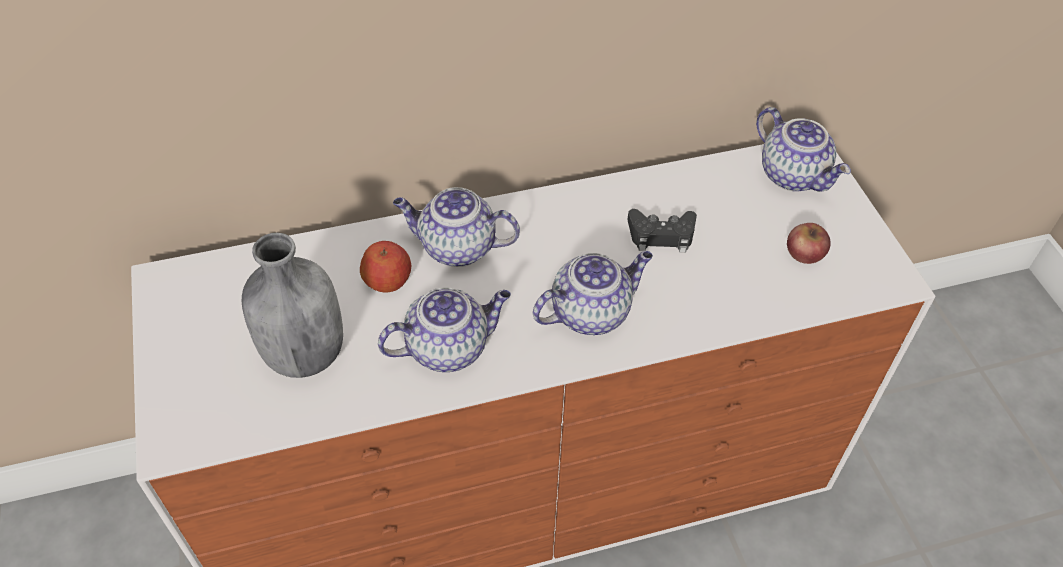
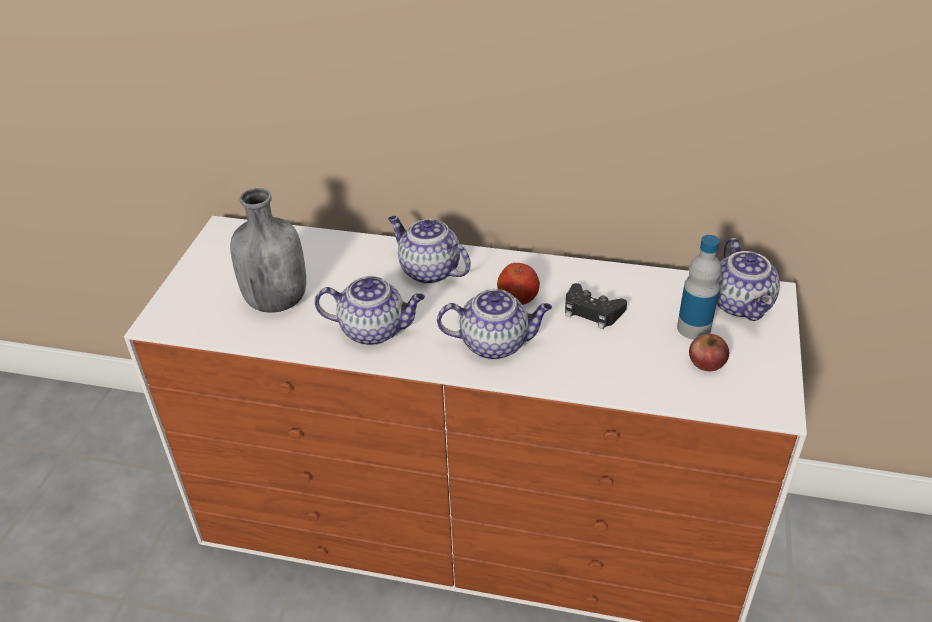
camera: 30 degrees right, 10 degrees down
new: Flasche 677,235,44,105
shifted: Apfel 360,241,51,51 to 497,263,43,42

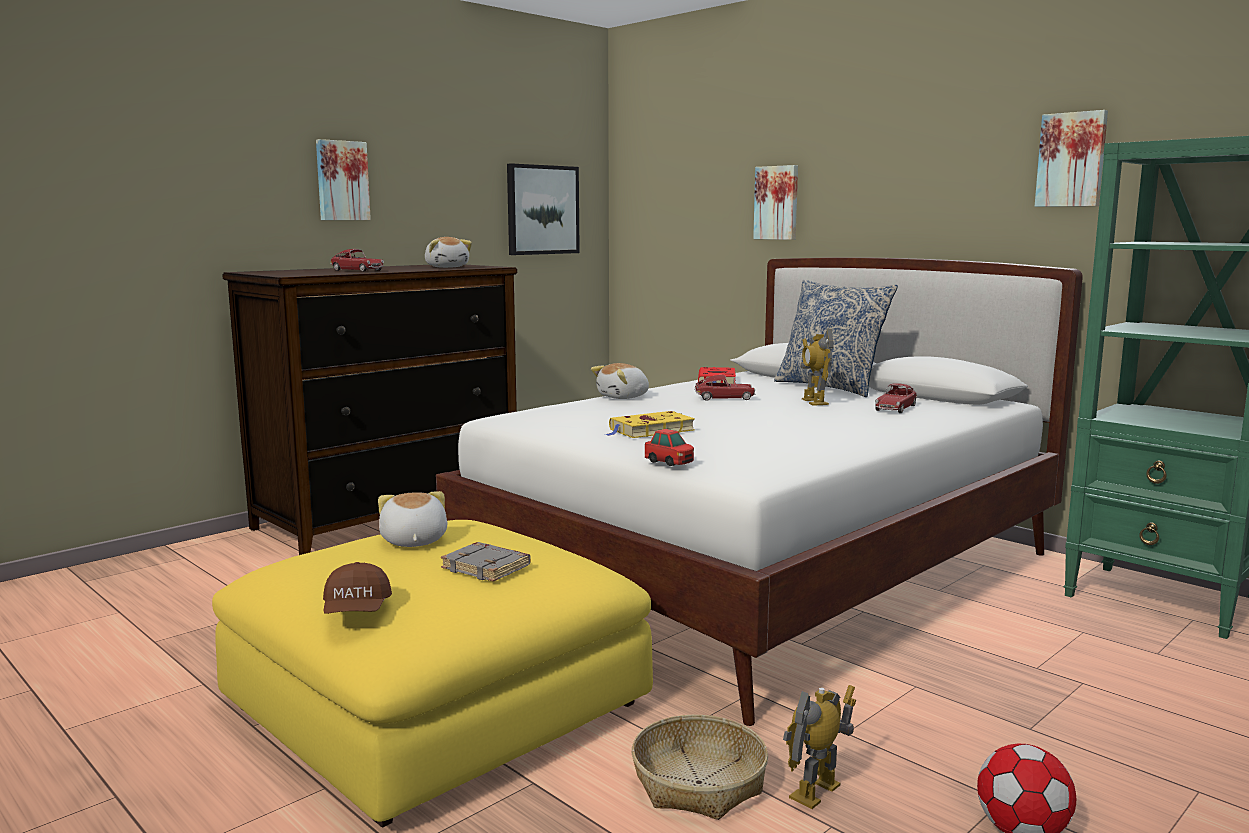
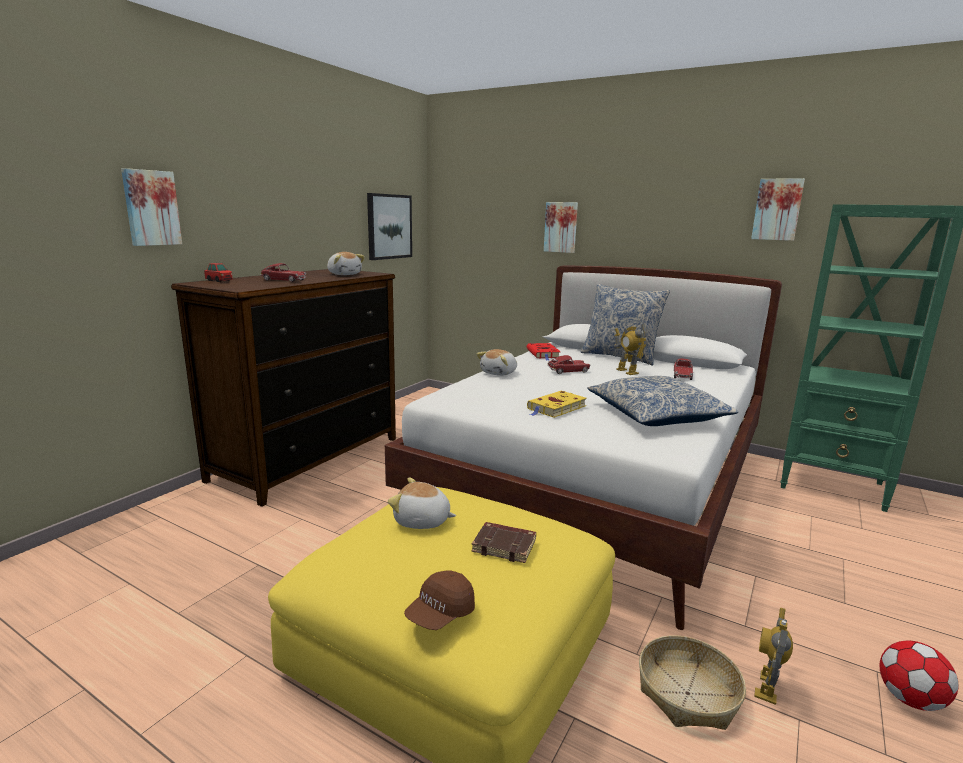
camera: 15 degrees left, 5 degrees up
new: Kissen 587,376,151,50
shifted: Bild 316,139,55,81 to 121,168,61,78; Spielzeugauto 645,429,49,37 to 204,263,29,19
repainted: Buch (grau) 441,542,90,40 to Buch (braun) 471,522,65,41
rotated: Plüschtier 378,491,69,56 = 388,478,68,51 45 degrees counterclockwise; Kappe (braun) 323,562,69,52 = 404,570,71,60 60 degrees clockwise

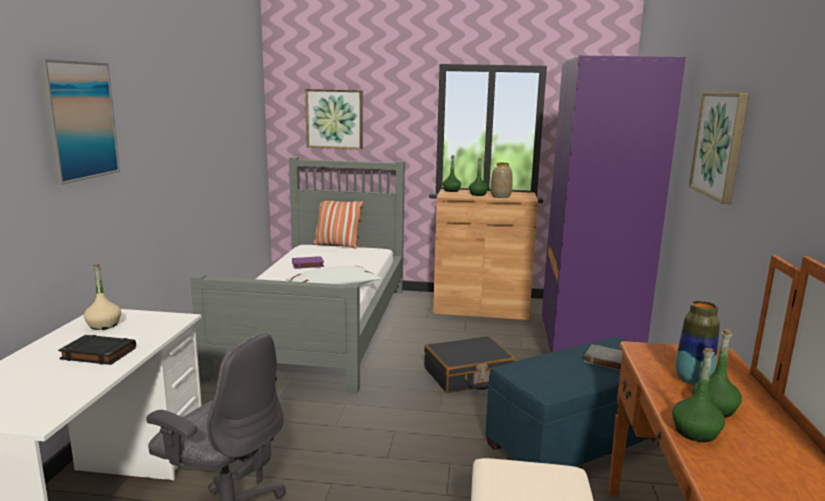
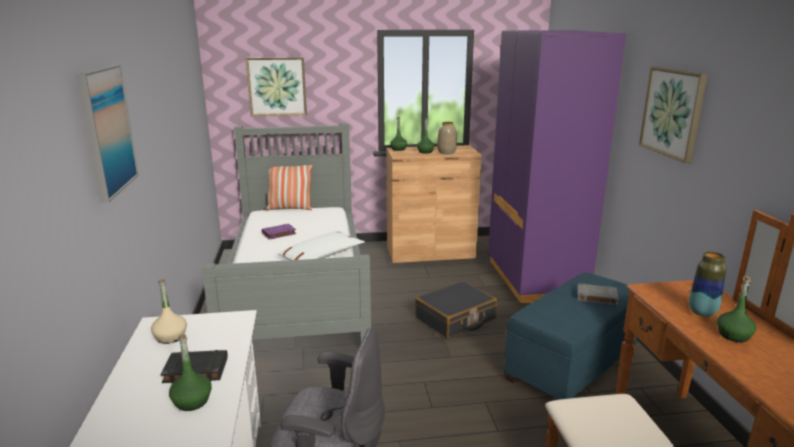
camera: 15 degrees left, 5 degrees up
shifted: Flasche (grün) 672,348,53,94 to 169,334,43,77

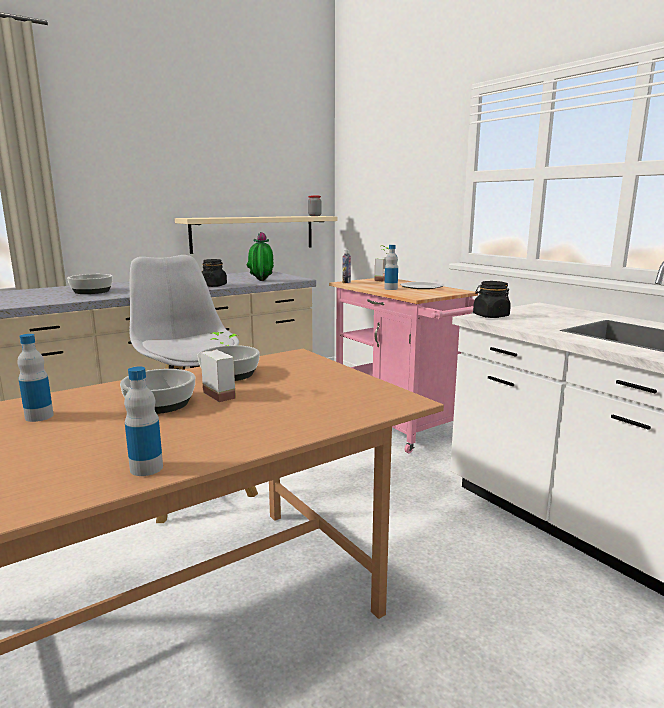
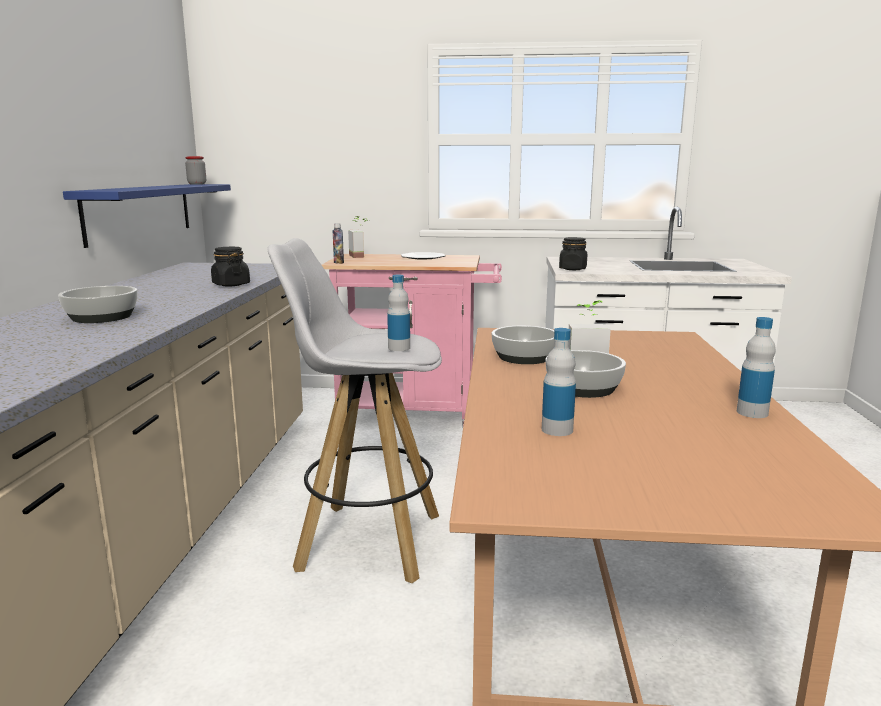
camera: 50 degrees left, 0 degrees up
gone: Topfpflanze 246,232,28,49
shifted: Flasche 384,245,14,45 to 387,275,23,76
repainted: Wandregal (beige) 175,216,163,38 to Wandregal (blau) 63,184,168,64

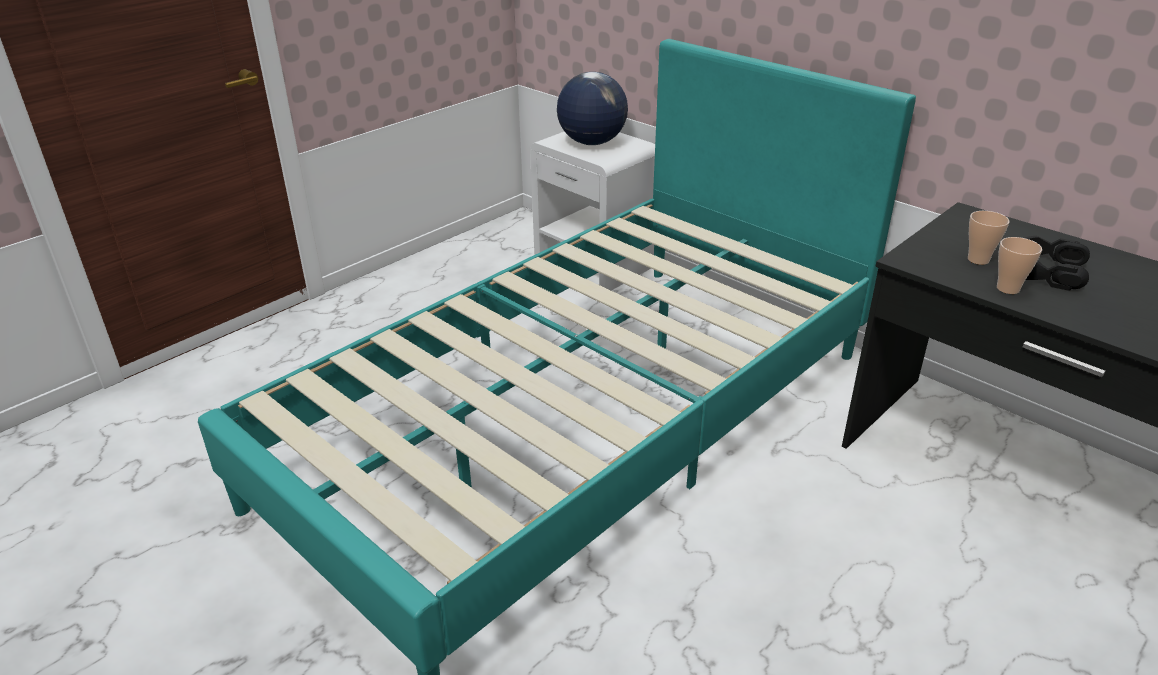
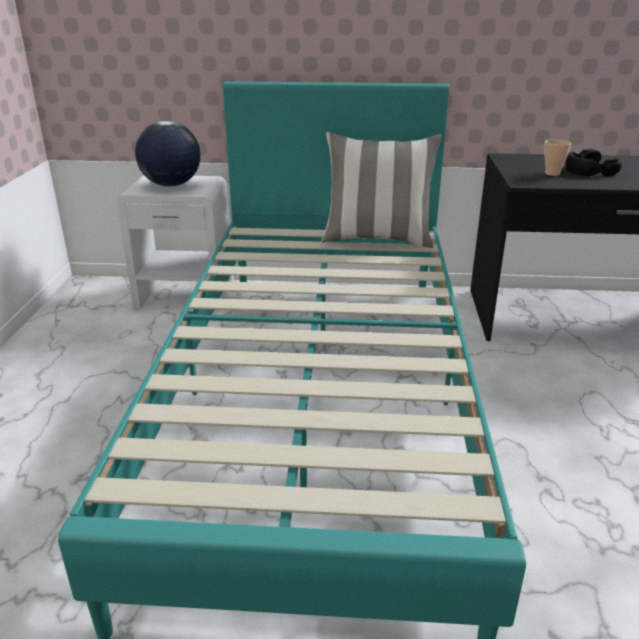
camera: 40 degrees left, 5 degrees down
gone: Tasse 997,237,45,57
new: Kissen 321,132,120,116

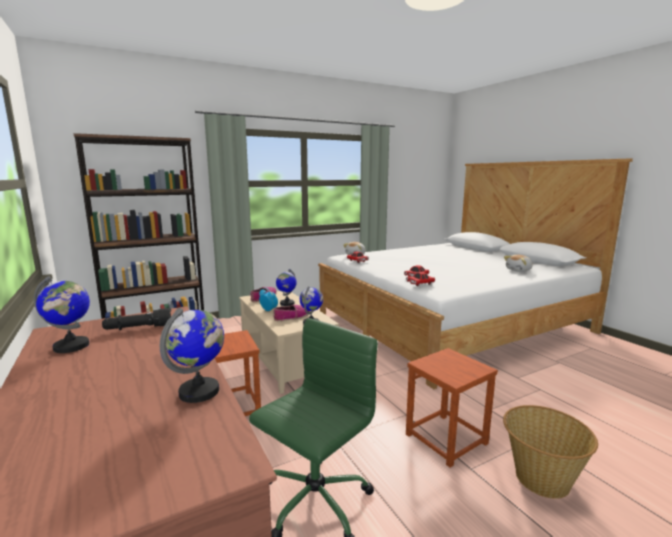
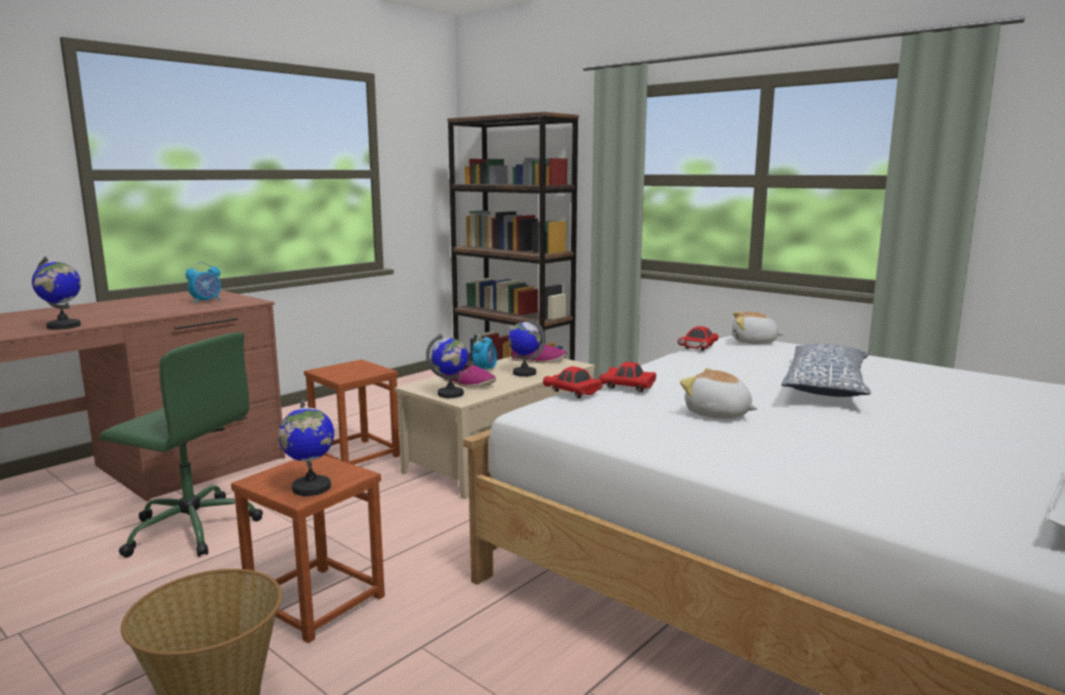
camera: 70 degrees right, 0 degrees up
new: Kissen 782,344,89,53
shifted: Globus 34,276,56,77 to 278,399,56,97; Plüschtier 504,255,29,17 to 680,368,78,51
swapped: Taschenlampe (schwarz) 102,308,69,22 to Wecker 185,262,36,42

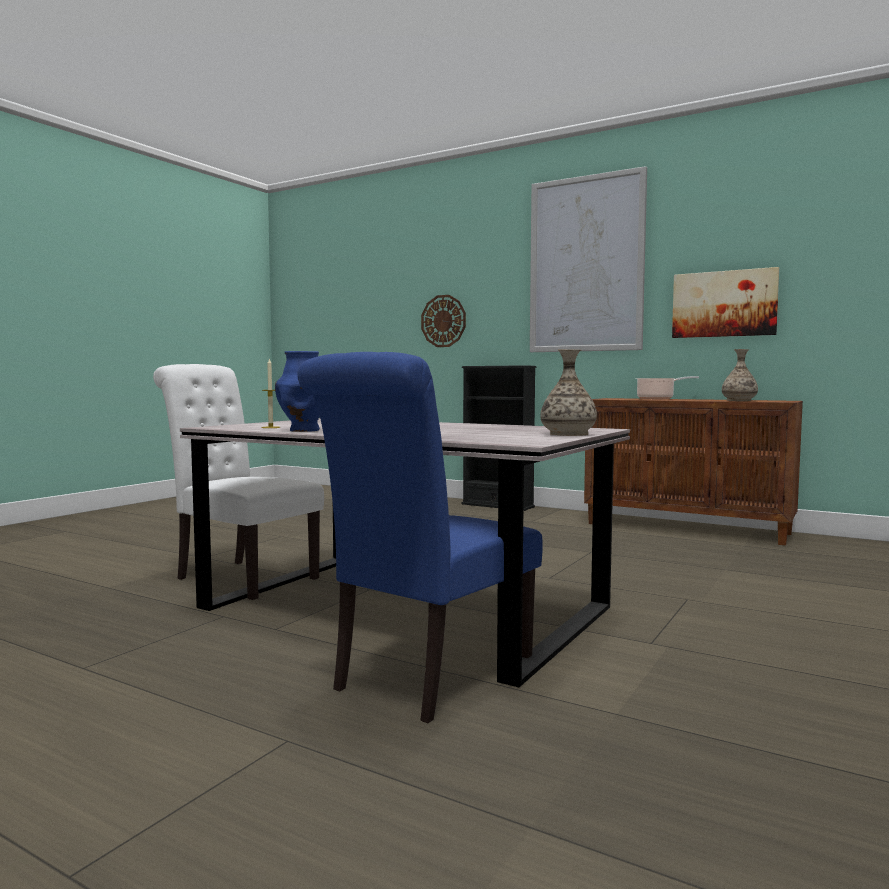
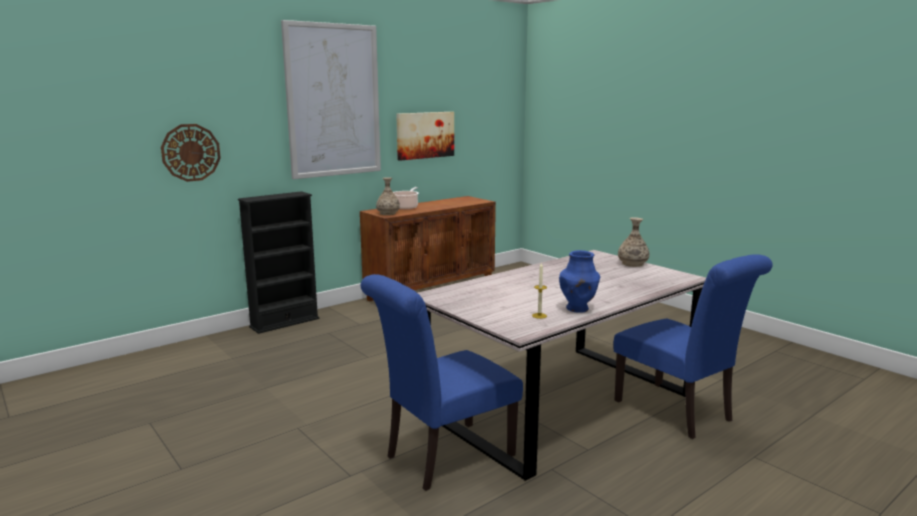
camera: 70 degrees left, 10 degrees up
shifted: Vase 722,349,36,52 to 376,177,24,38
repainted: Stuhl (weiß) 153,364,171,236 to Stuhl (blau) 361,274,162,217

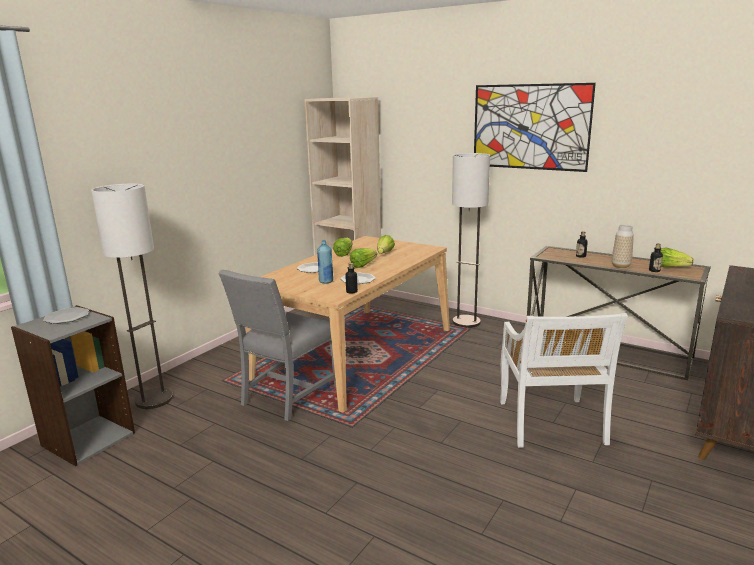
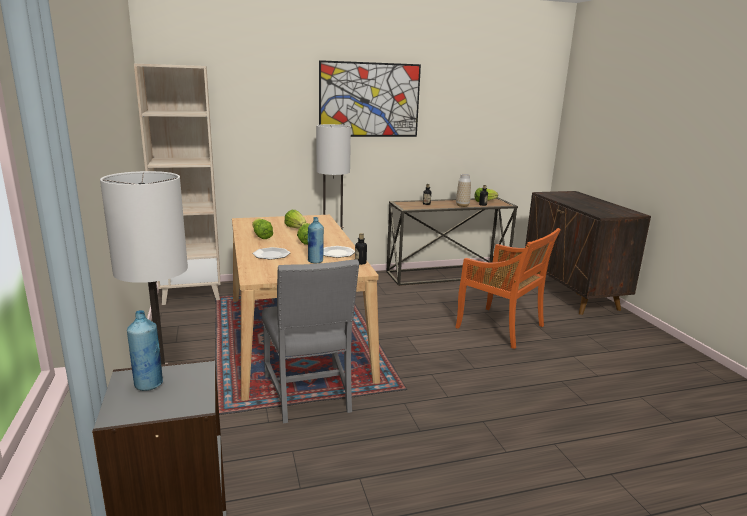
camera: 50 degrees left, 0 degrees up
swapped: Teller 43,307,46,17 to Flasche (blau) 127,310,36,81
repainted: Stuhl (weiß) 500,313,128,135 to Stuhl (orange) 455,228,106,121

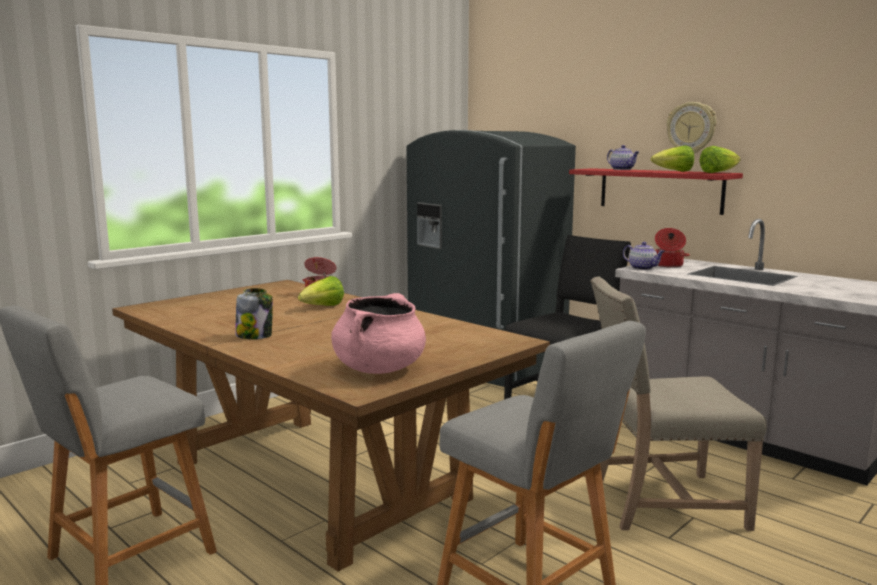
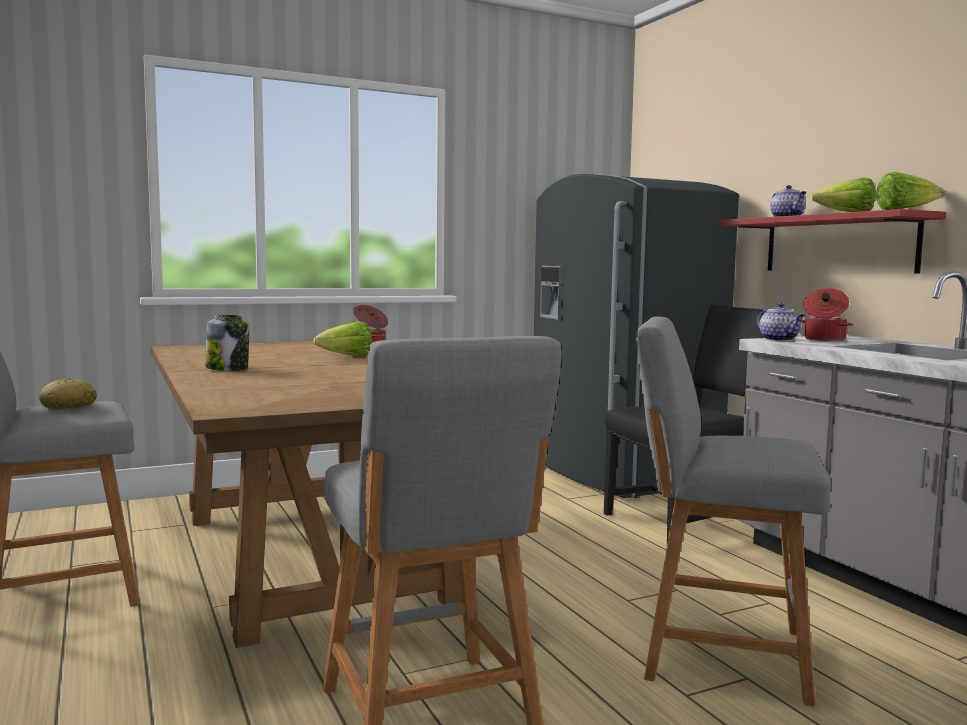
camera: 20 degrees right, 5 degrees down
gone: Kochtopf (rosa) 331,293,95,81; Wanduhr 667,102,49,51
new: Brot 39,378,58,31
swapped: Stuhl (beige) 590,277,177,254 to Hocker (grau) 636,317,195,389

